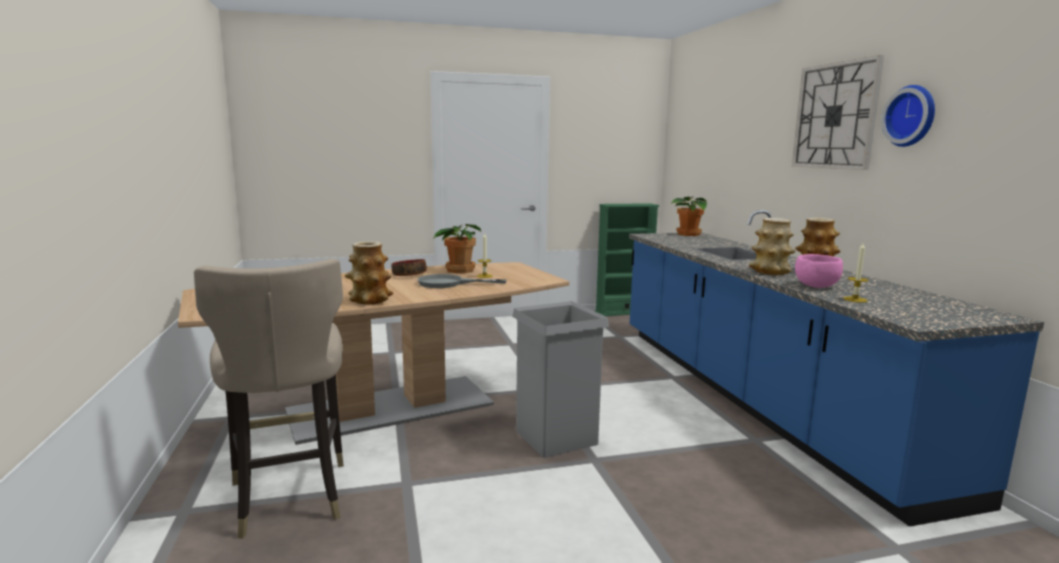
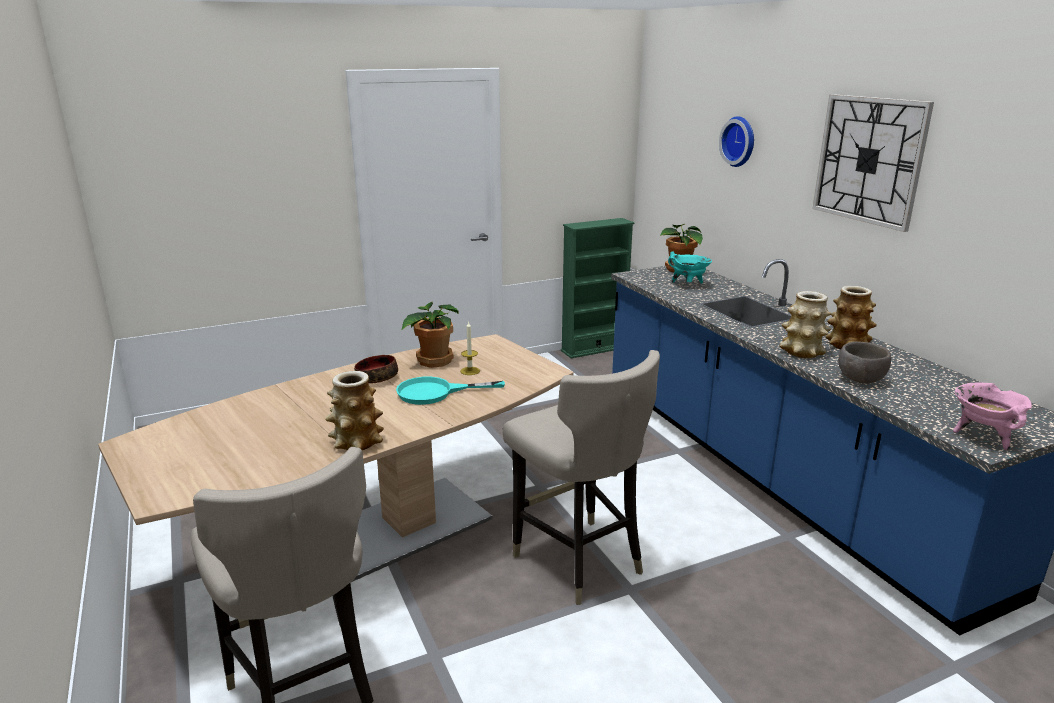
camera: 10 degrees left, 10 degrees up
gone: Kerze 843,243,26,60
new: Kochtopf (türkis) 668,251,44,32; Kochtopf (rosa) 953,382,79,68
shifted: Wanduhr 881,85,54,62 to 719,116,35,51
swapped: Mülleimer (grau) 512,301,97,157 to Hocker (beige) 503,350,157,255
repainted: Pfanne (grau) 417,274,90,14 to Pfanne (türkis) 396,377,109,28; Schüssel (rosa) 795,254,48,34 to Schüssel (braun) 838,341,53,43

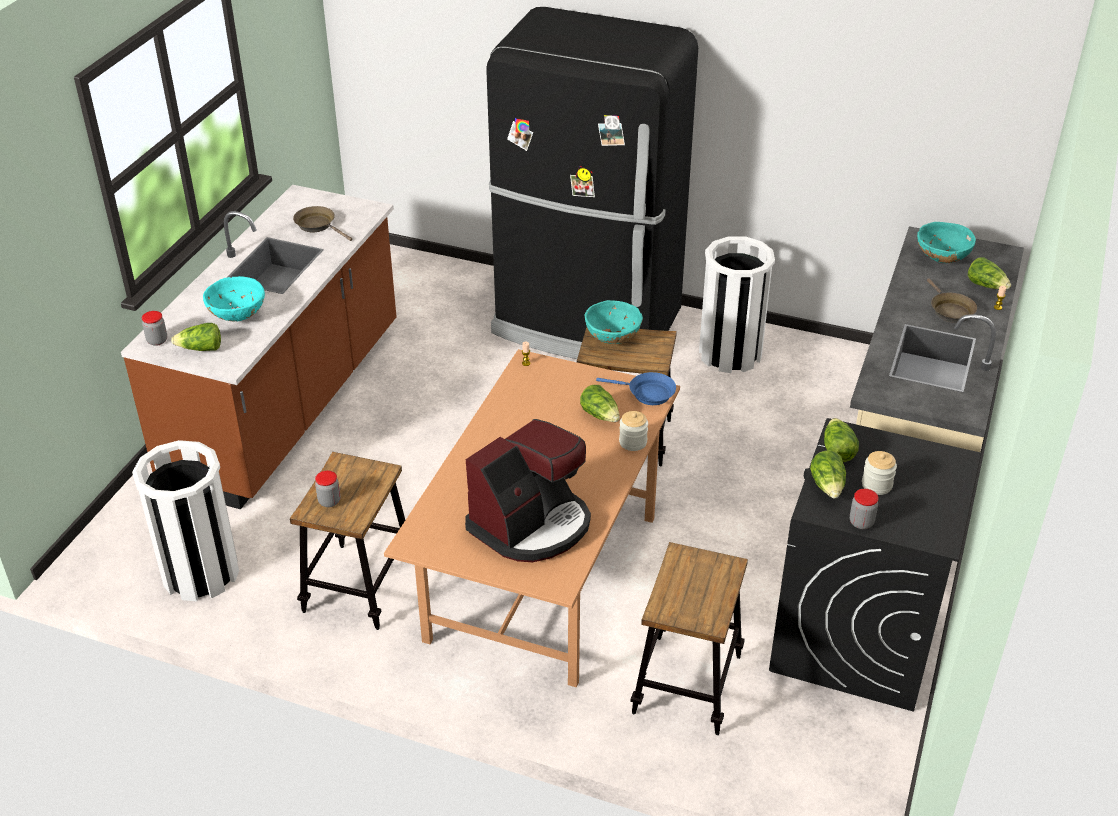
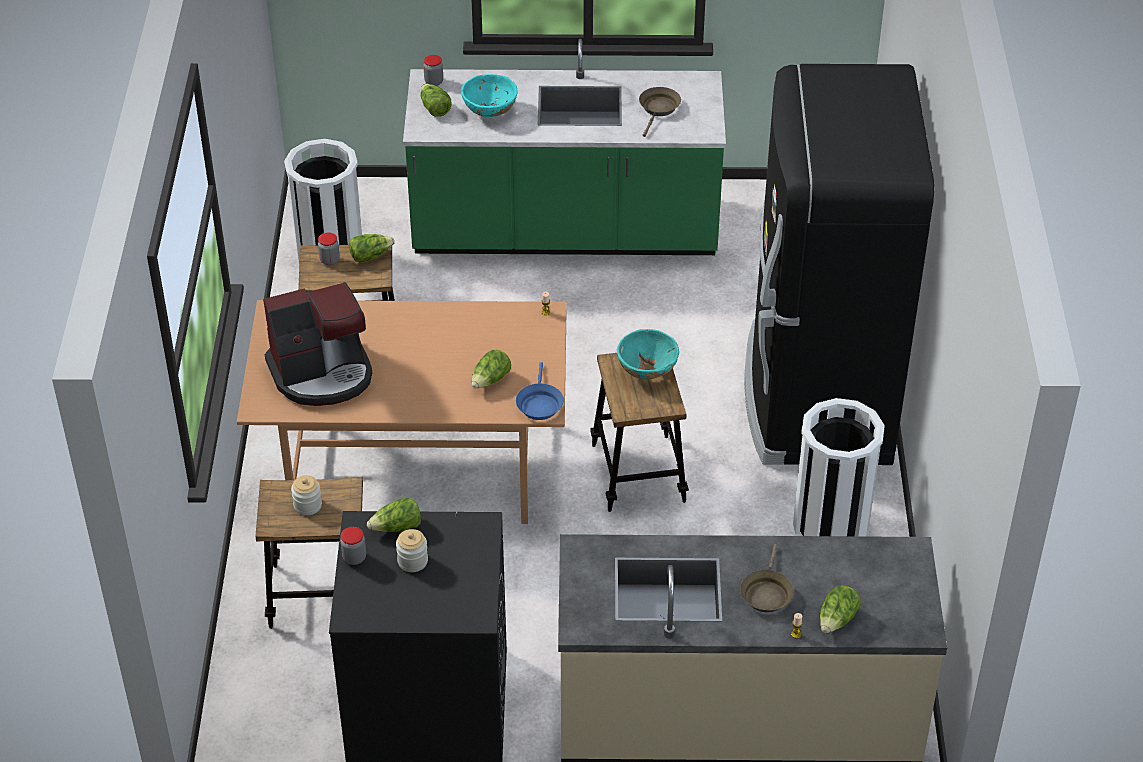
camera: 70 degrees right, 5 degrees up
gone: Schüssel (türkis) 917,222,59,41
shifted: Vorratsglas 619,411,29,40 to 291,475,31,41; Salatkopf 824,418,35,44 to 349,234,46,28
repainted: Küchenzeile (braun) 121,185,276,324 to Küchenzeile (grün) 403,39,323,216
rotated: Kaffeemaschine 465,419,126,143 = 263,282,109,124 45 degrees counterclockwise; Pfanne (braun) 927,278,50,45 = 740,544,54,68 45 degrees counterclockwise

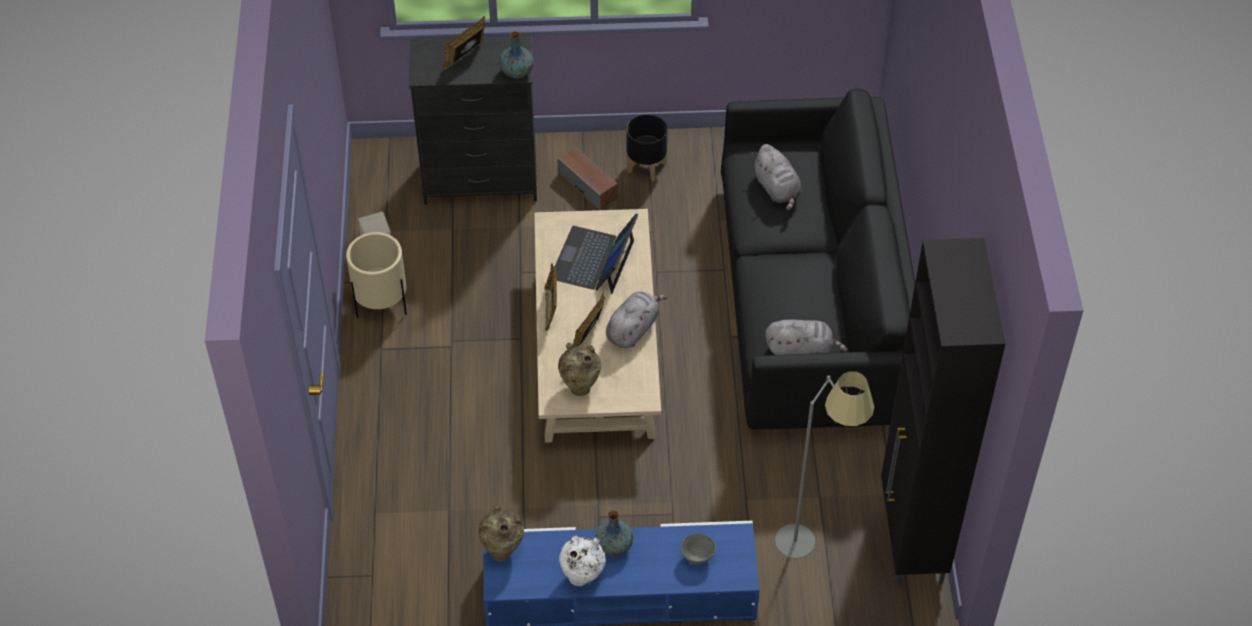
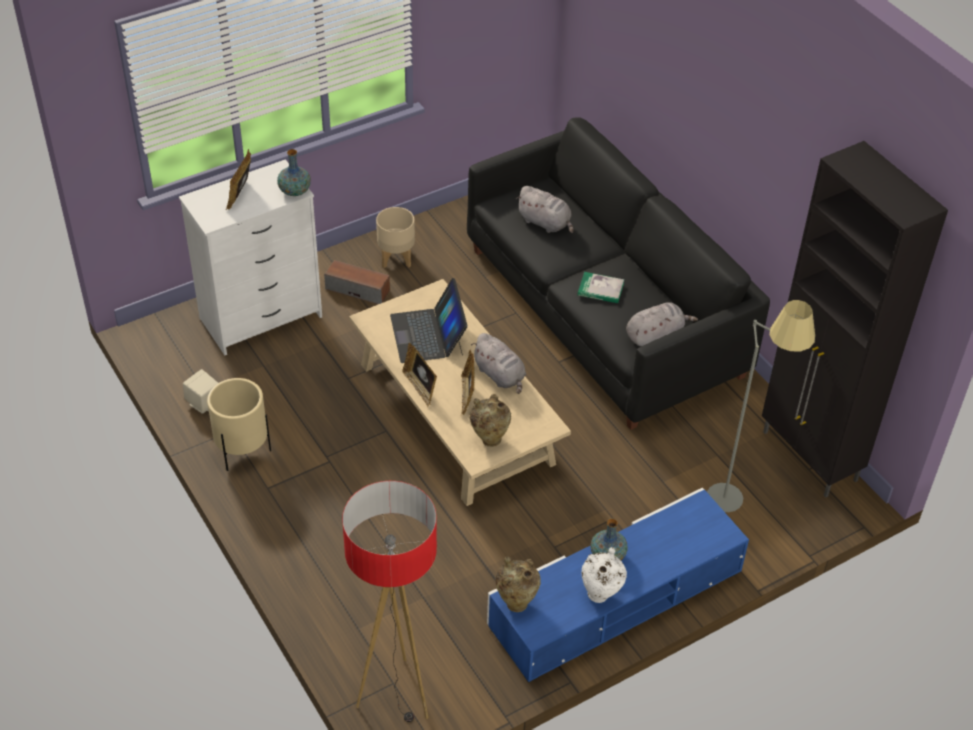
camera: 30 degrees left, 5 degrees down
gone: Schüssel (grau) 681,533,35,31
new: Stehlampe 342,481,95,241; Buch 578,272,46,31
repainted: Kommode (schwarz) 409,35,128,170 to Kommode (weiß) 179,159,143,196; Pflanzkübel (schwarz) 626,114,41,67 to Pflanzkübel (beige) 376,207,39,61
rotated: Plüschtier (grau) 606,291,62,57 = 471,333,55,61 135 degrees clockwise

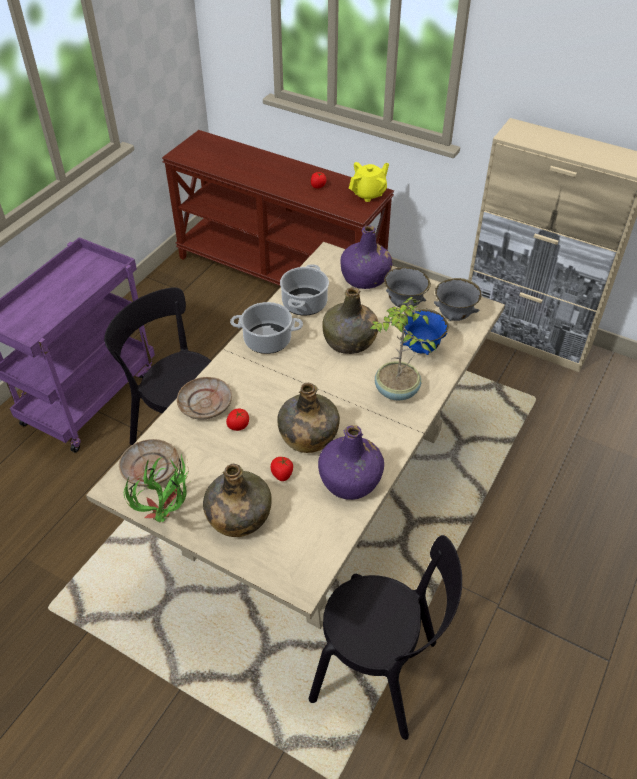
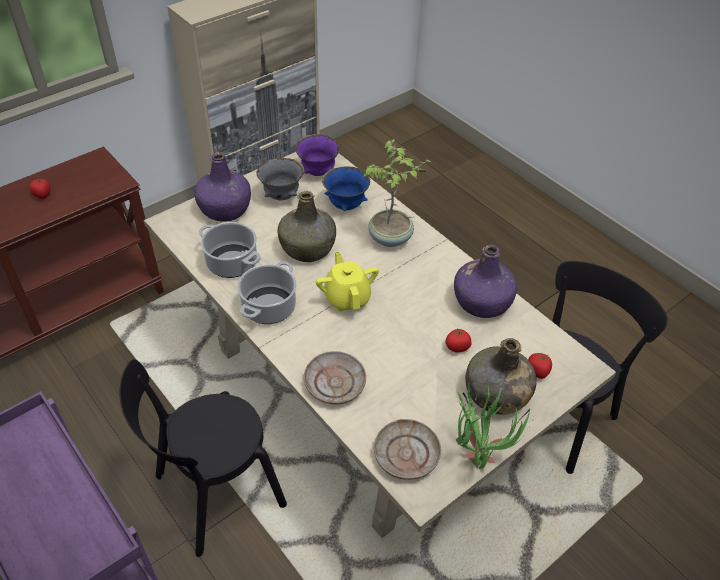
camera: 70 degrees left, 0 degrees up
gone: Flasche (grün) 277,383,63,70
shifted: Teekanne (gelb) 349,162,40,40 to 316,251,63,60; Tomate 226,409,23,22 to 528,353,24,26
repainted: Schüssel (grau) 434,278,48,43 to Schüssel (lila) 295,134,45,42

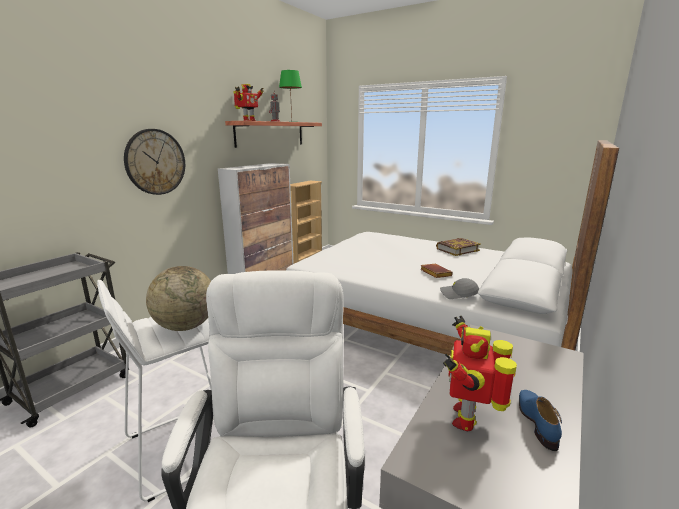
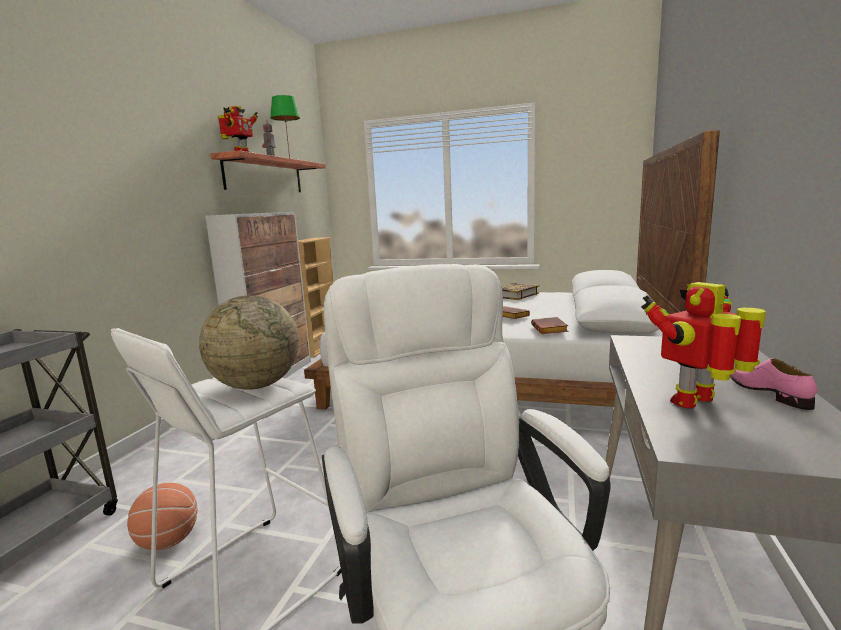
camera: 15 degrees left, 5 degrees down
gone: Wanduhr 124,129,61,66
new: Basketball 127,483,71,67
swapped: Kappe (grau) 440,278,39,21 to Buch (braun) 531,317,37,17
repainted: Schuh (blau) 519,390,43,61 to Schuh (rosa) 730,358,87,52
rotated: Spielzeugroboter 443,316,74,115 = 641,282,125,126 60 degrees clockwise

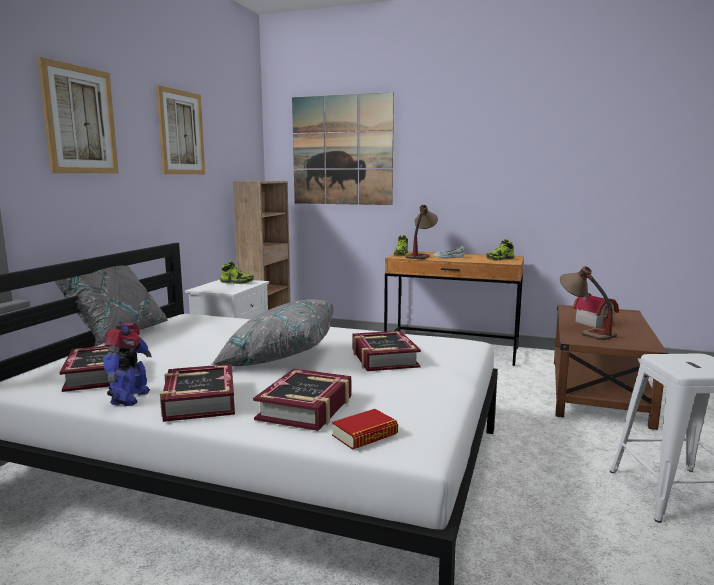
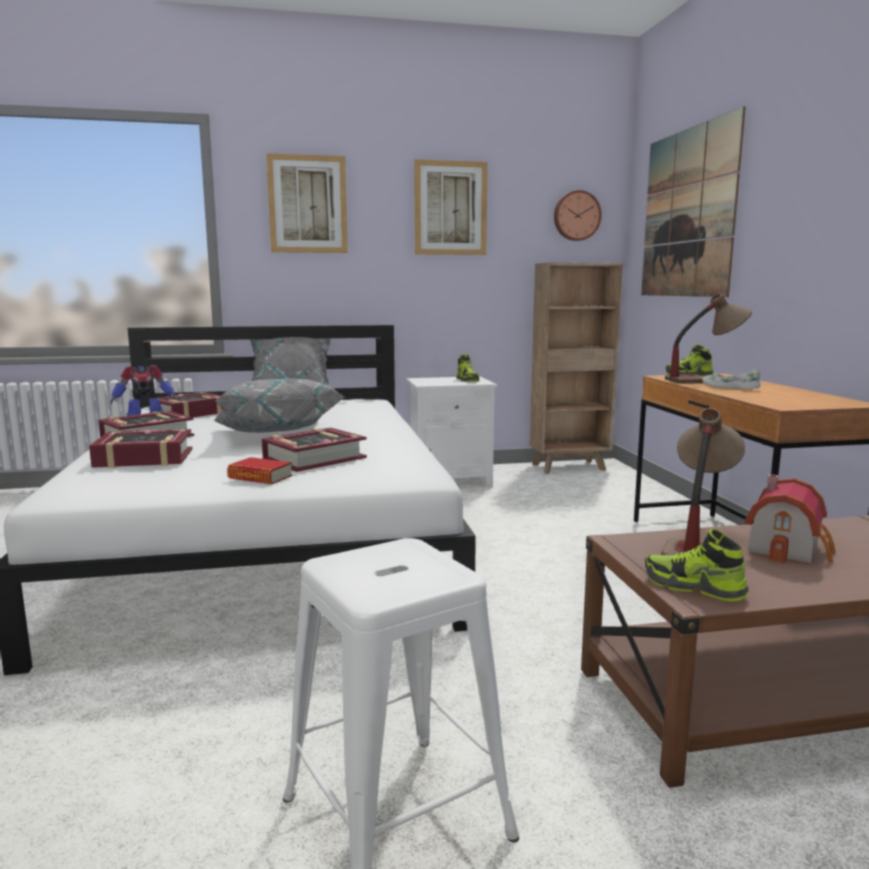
camera: 60 degrees right, 0 degrees up
new: Wanduhr 554,190,48,51
shifted: Buch 332,409,66,41 to 227,457,65,27; Schuh 486,239,28,22 to 645,529,103,73

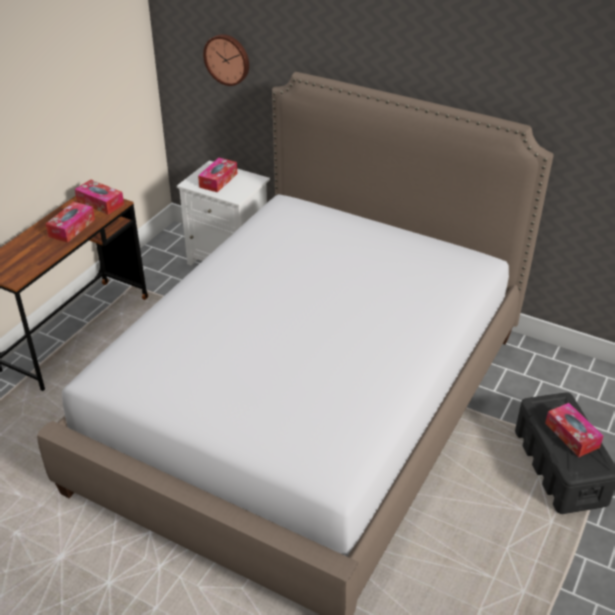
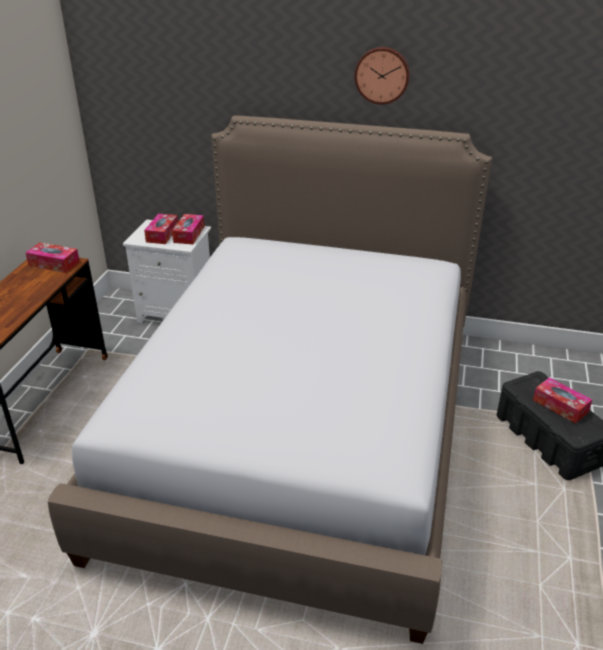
camera: 15 degrees left, 5 degrees down
shifted: Taschentuchbox 46,202,49,41 to 172,214,32,30; Wanduhr 203,34,46,52 to 354,47,56,58

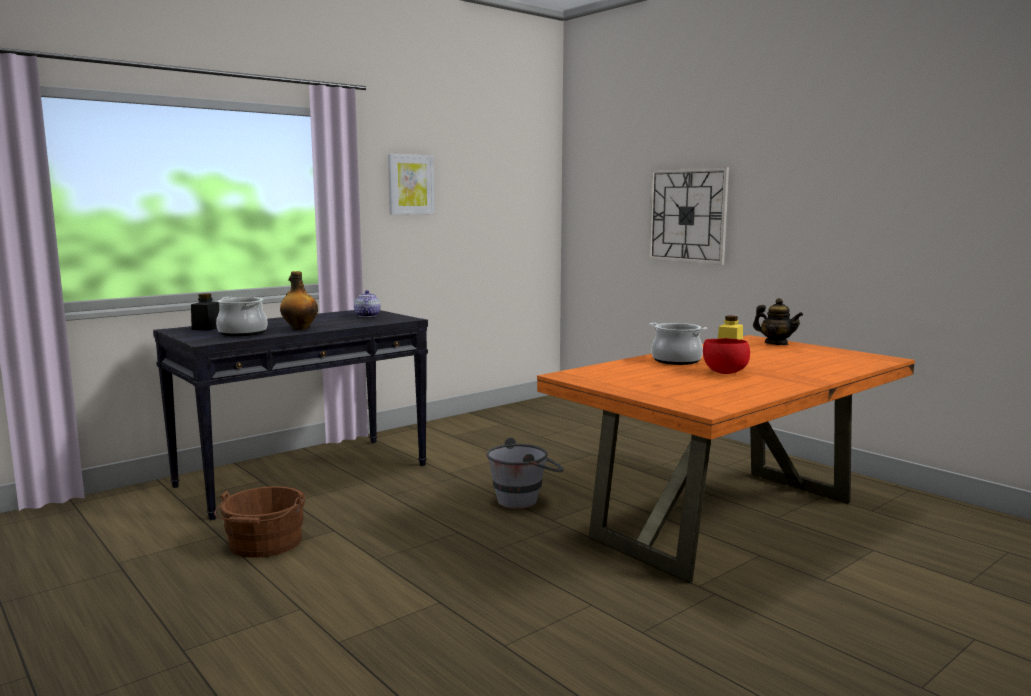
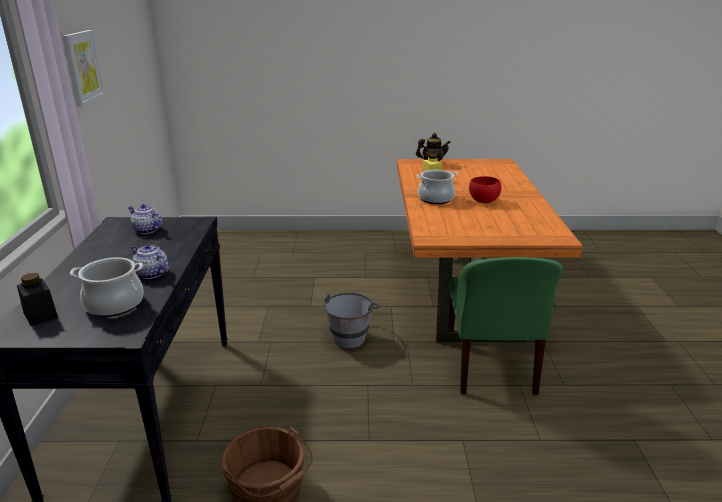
camera: 50 degrees left, 15 degrees up
gone: Wanduhr 648,167,81,98
new: Stuhl (grün) 449,257,114,138
swapped: Flasche 280,271,38,59 to Teekanne 130,244,39,35

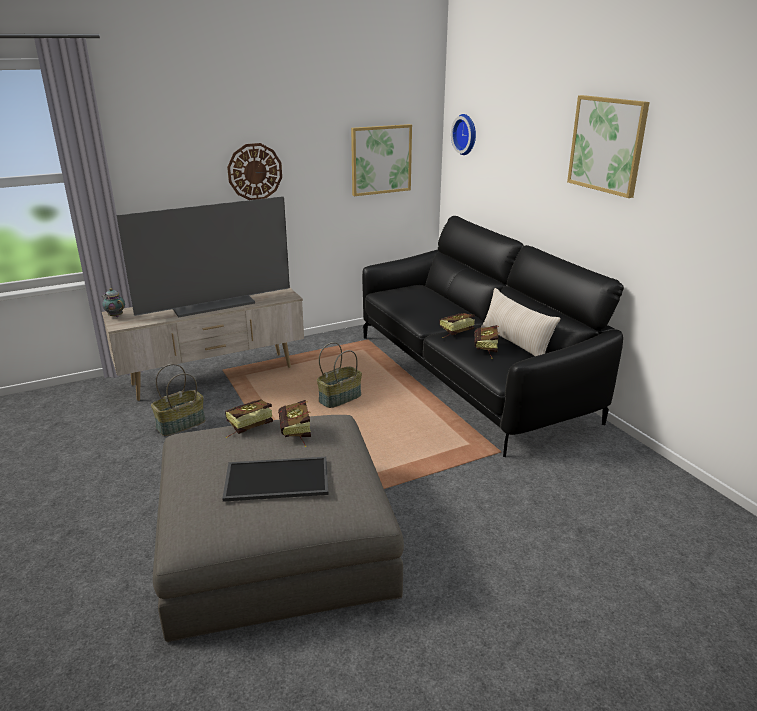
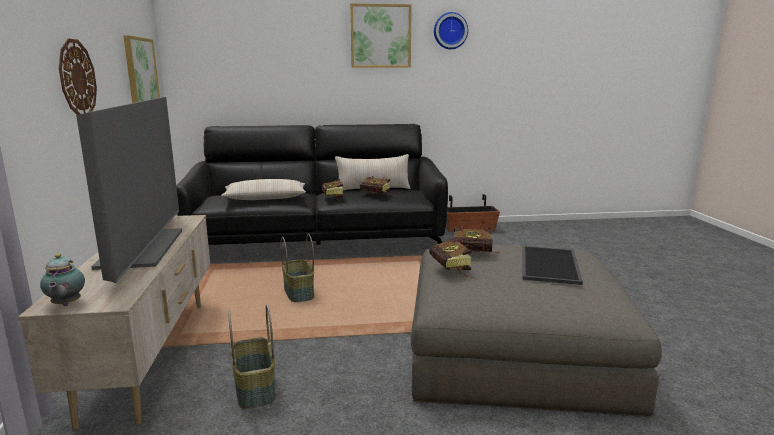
camera: 70 degrees left, 10 degrees down
new: Kissen (beige) 221,179,85,21; Pflanzkübel 446,194,54,38
shifted: Wanduhr 451,114,25,41 to 434,12,34,37
rotated: Teekanne 102,288,23,29 = 40,254,45,52 75 degrees counterclockwise

